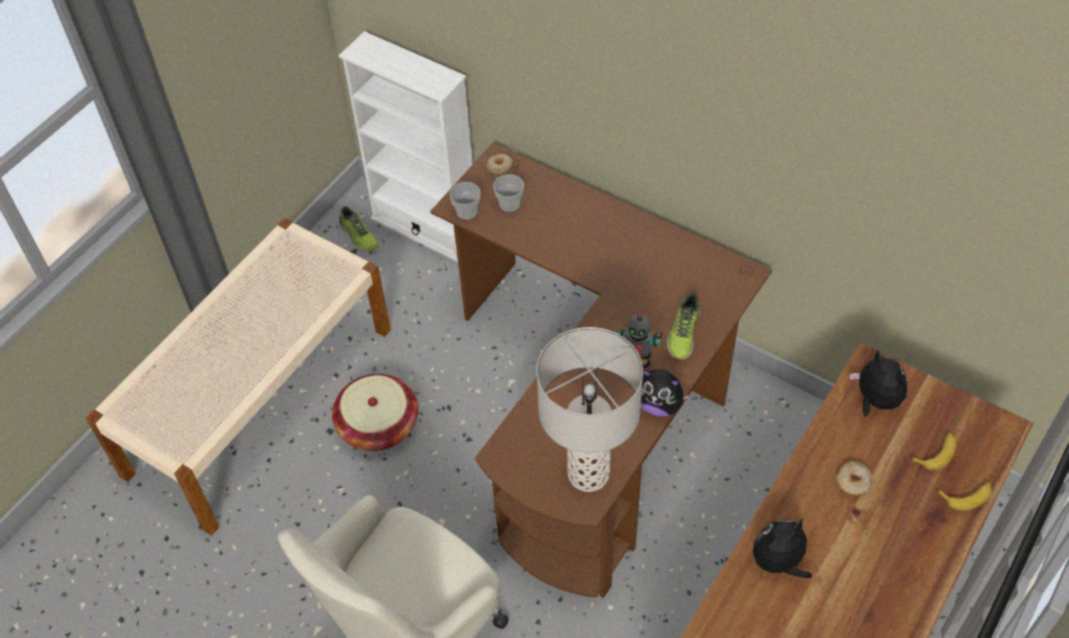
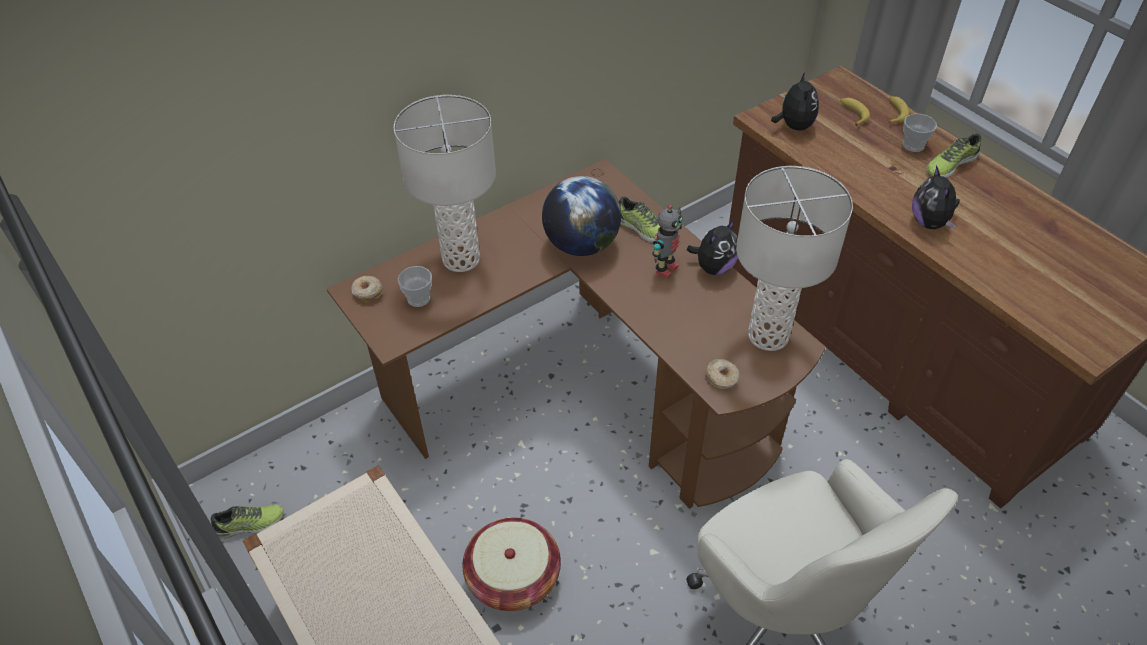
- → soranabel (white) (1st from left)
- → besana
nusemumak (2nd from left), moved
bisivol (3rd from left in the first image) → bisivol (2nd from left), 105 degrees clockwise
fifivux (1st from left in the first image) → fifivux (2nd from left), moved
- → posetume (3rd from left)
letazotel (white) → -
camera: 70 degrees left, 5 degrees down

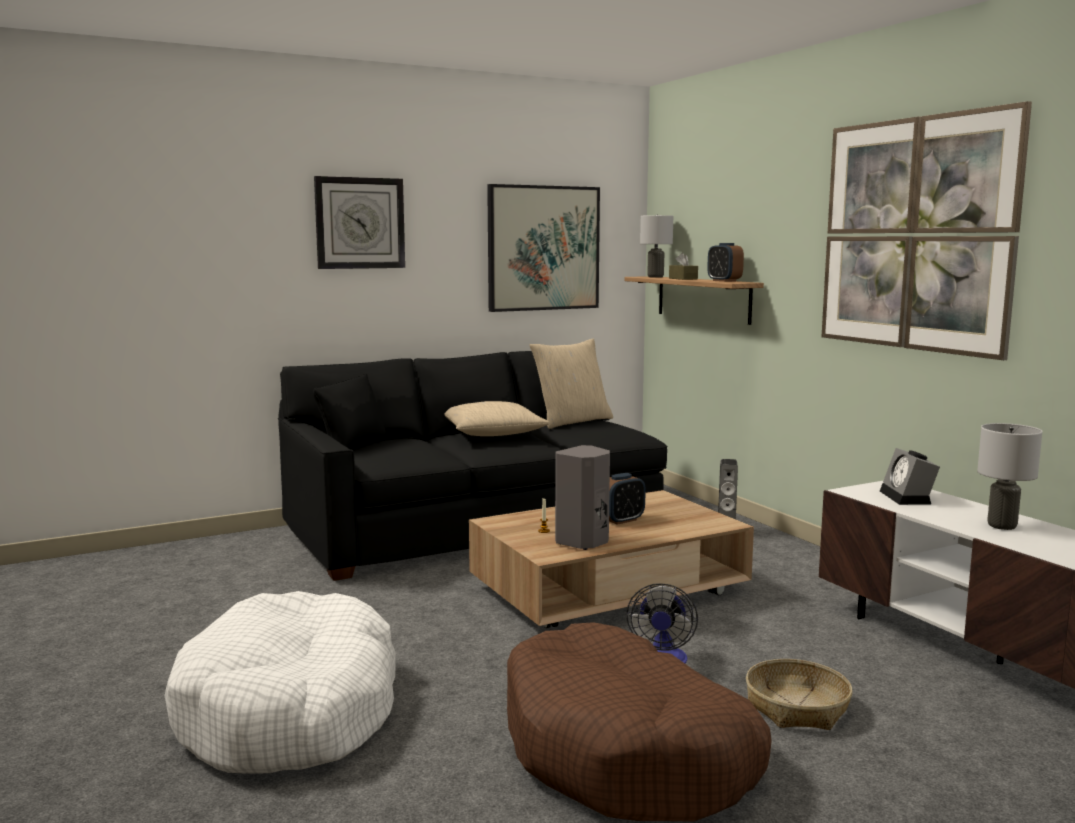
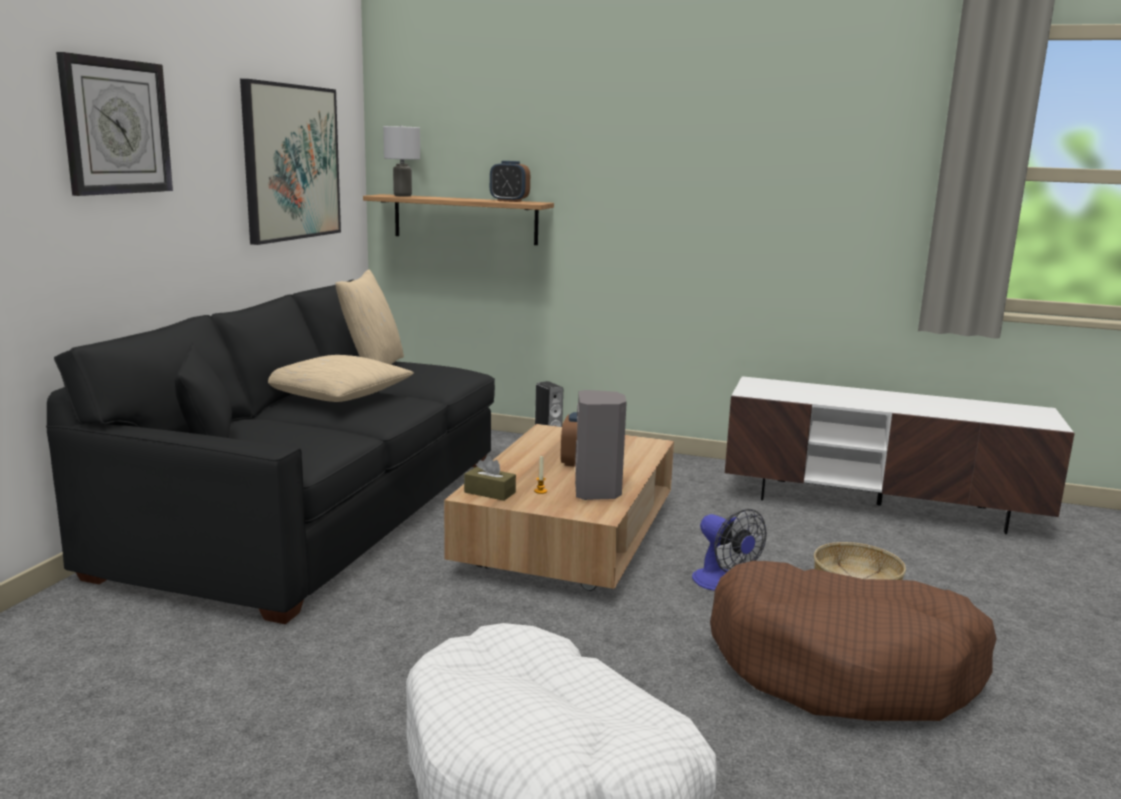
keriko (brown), moved
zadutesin (2nd from left) → -
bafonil (3rd from left) → -
soranabel (white) (2nd from left) → -
camera: 45 degrees left, 5 degrees up

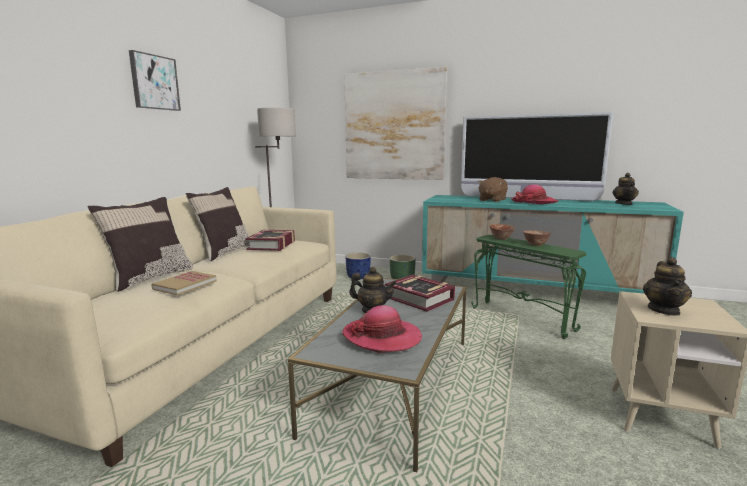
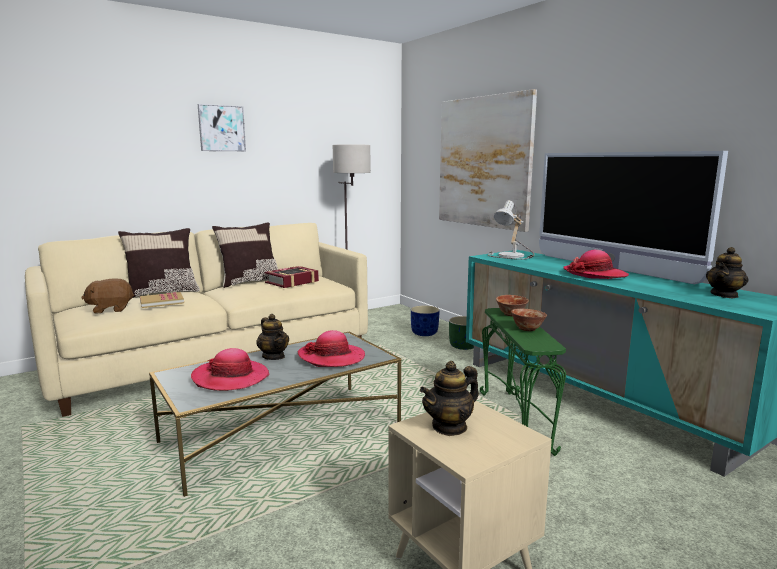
bisivol (brown), moved
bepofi (3rd from left) → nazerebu (2nd from left)
- → soranabel
camera: 35 degrees right, 0 degrees up

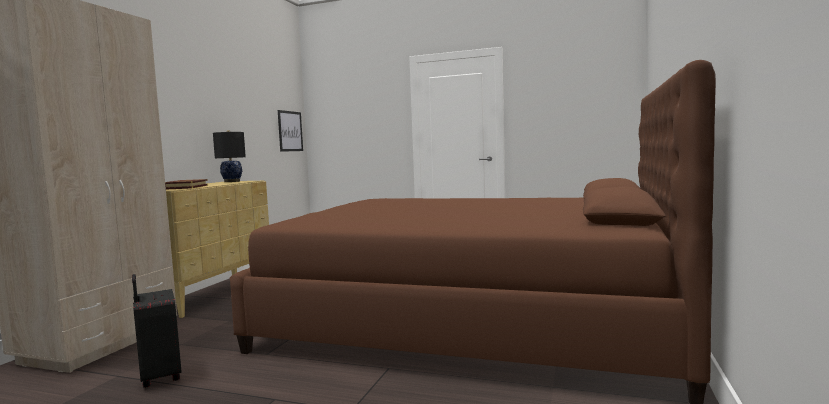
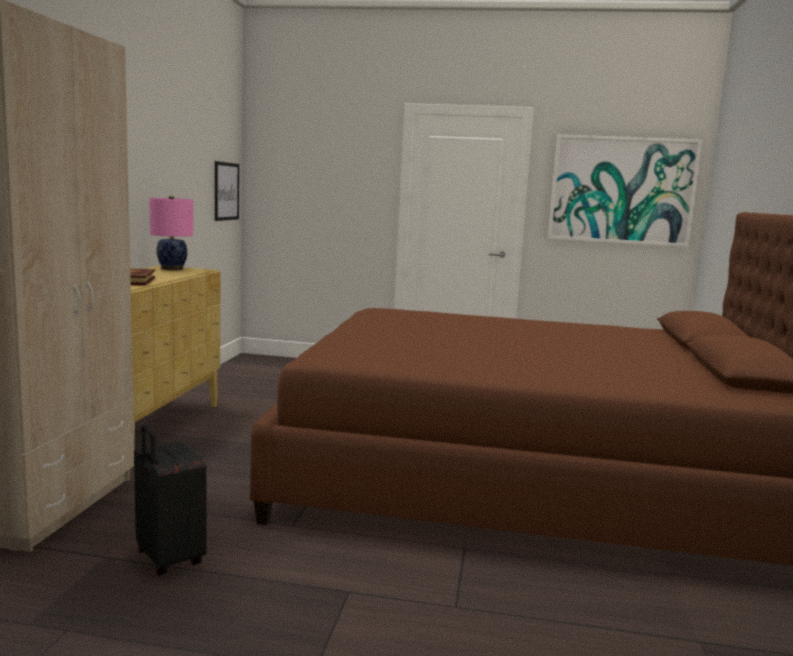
soranabel (black) → soranabel (pink)
- → zadutesin (2nd from left)
camera: 10 degrees left, 5 degrees up

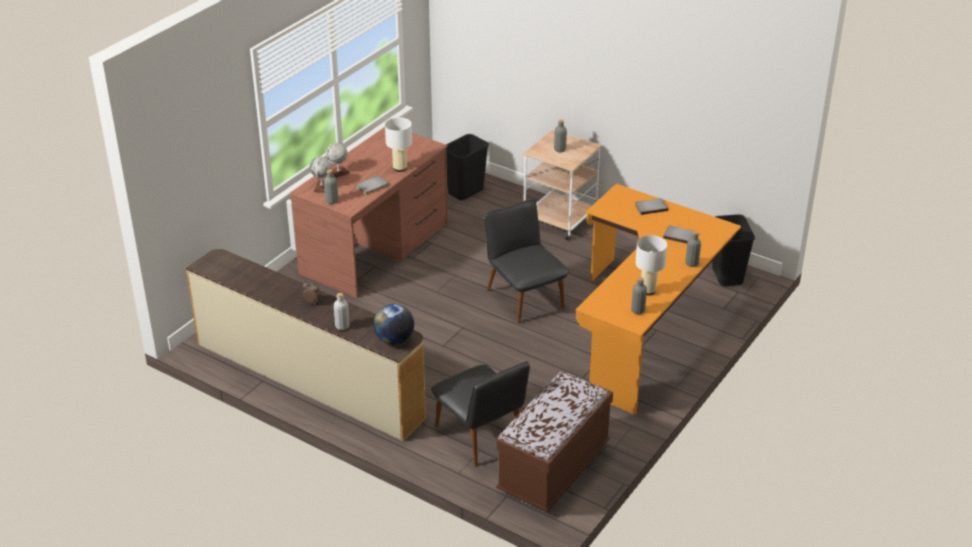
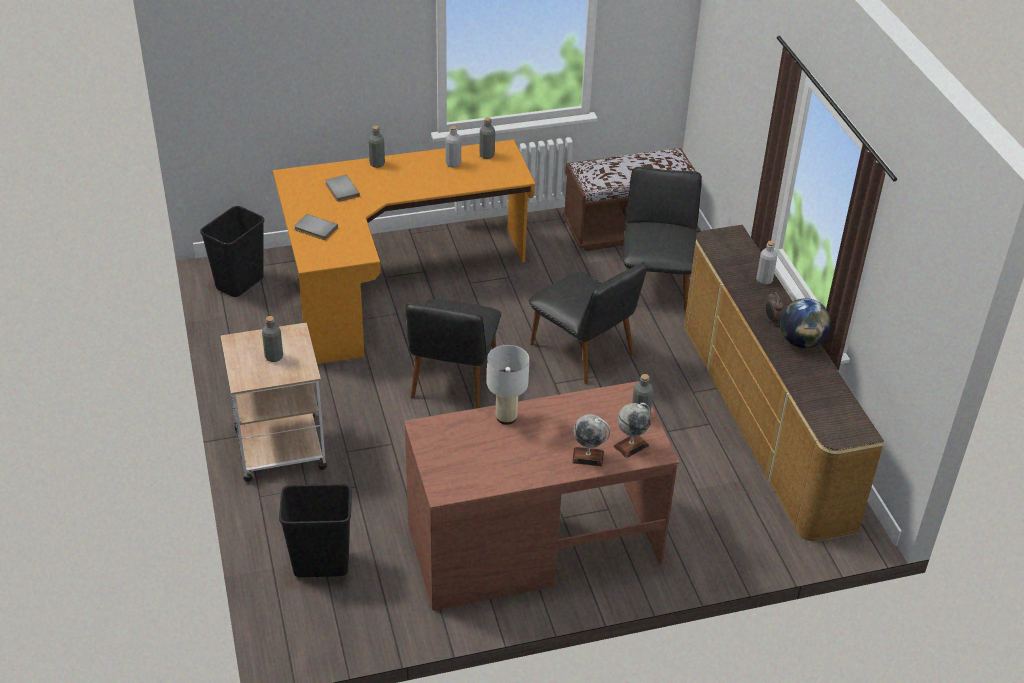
soranabel (white) (2nd from left) → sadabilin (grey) (3rd from left)
- → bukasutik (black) (2nd from left)
besana (3rd from left), moved
bepofi (grey) (1st from left) → -
camera: 140 degrees left, 5 degrees up

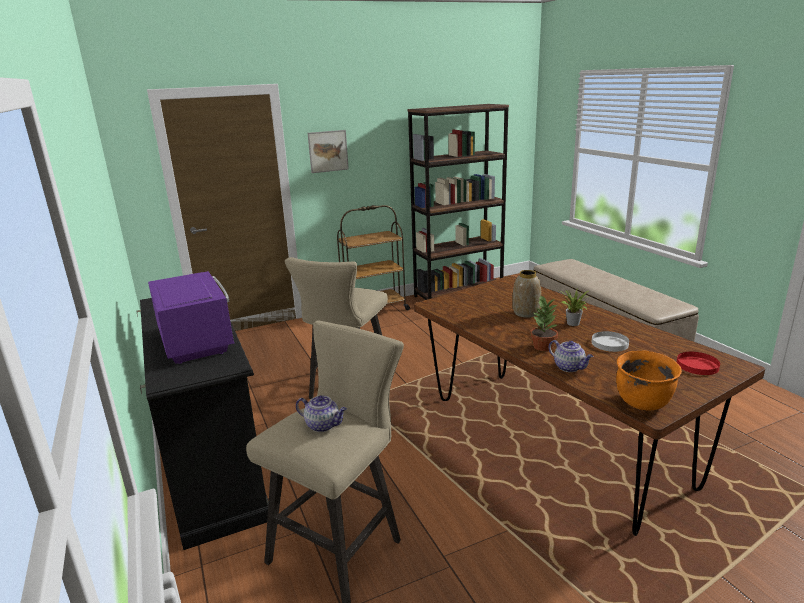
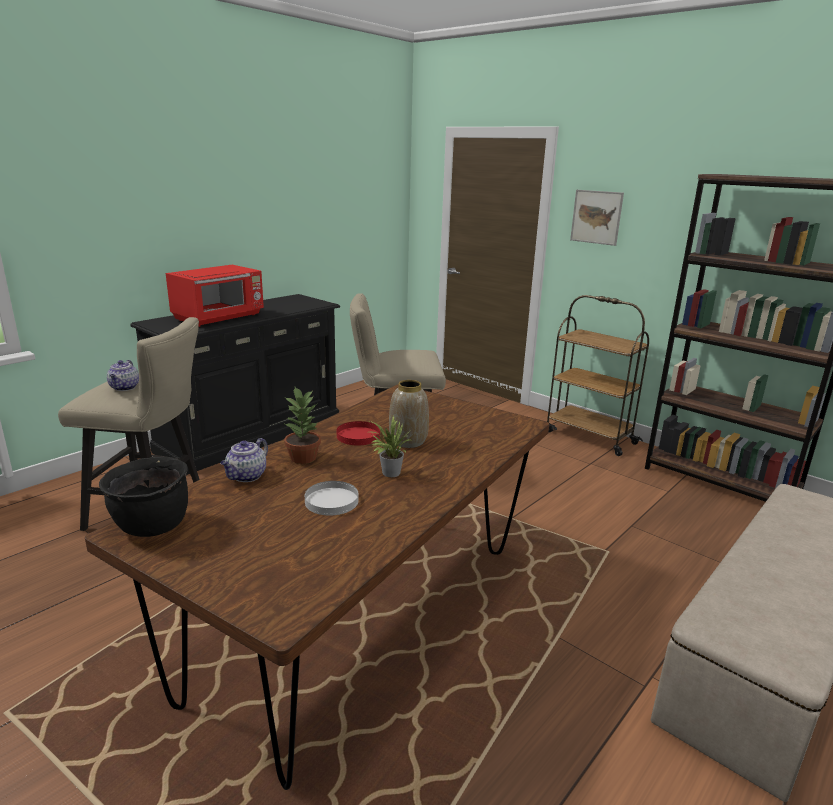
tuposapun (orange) → tuposapun (black)
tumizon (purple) → tumizon (red)
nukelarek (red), moved
camera: 65 degrees right, 0 degrees up

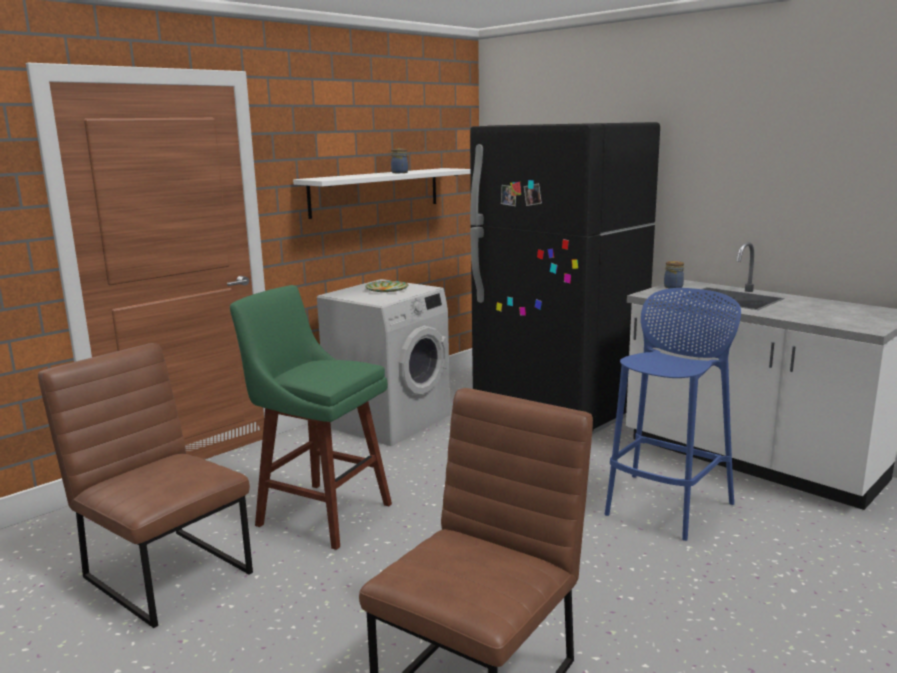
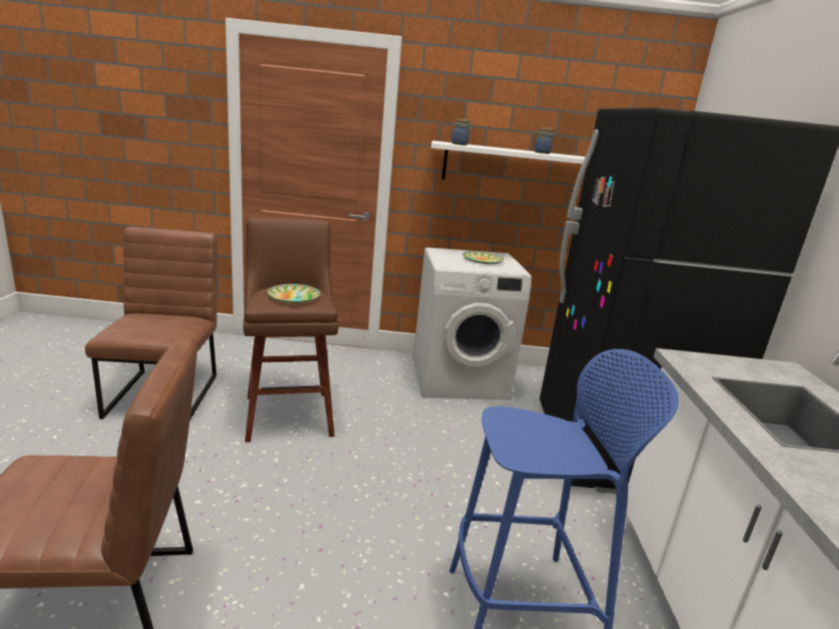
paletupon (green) → paletupon (brown)
- → nukelarek (1st from left)
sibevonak (2nd from left in the first image) → sibevonak (1st from left), moved
camera: 45 degrees right, 5 degrees up

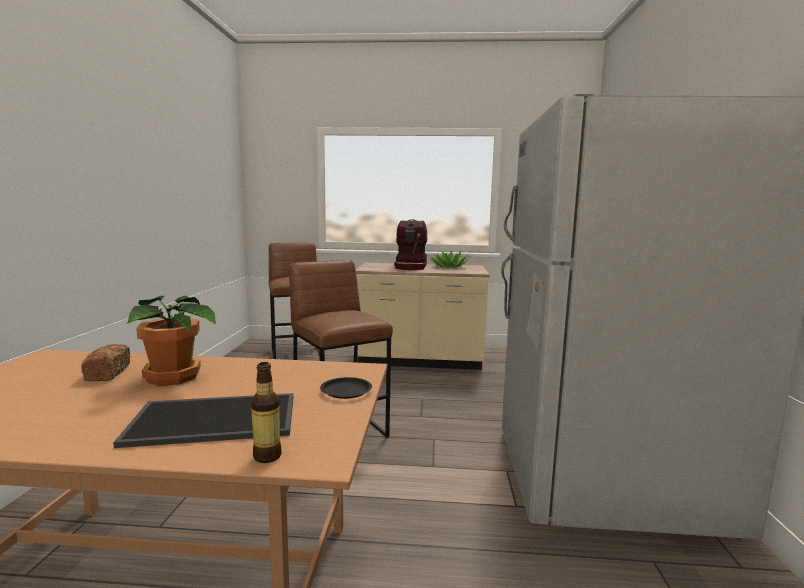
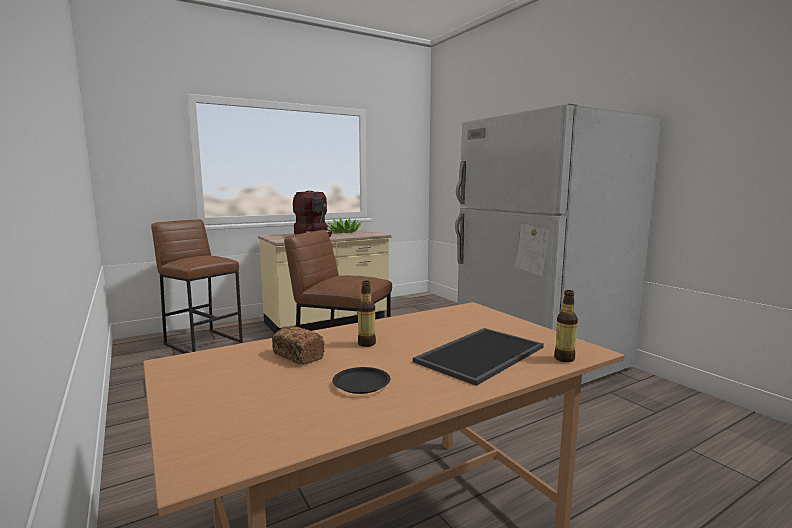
nukelarek (black), moved
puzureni (1st from left) → sadabilin (1st from left)
camera: 35 degrees left, 0 degrees up

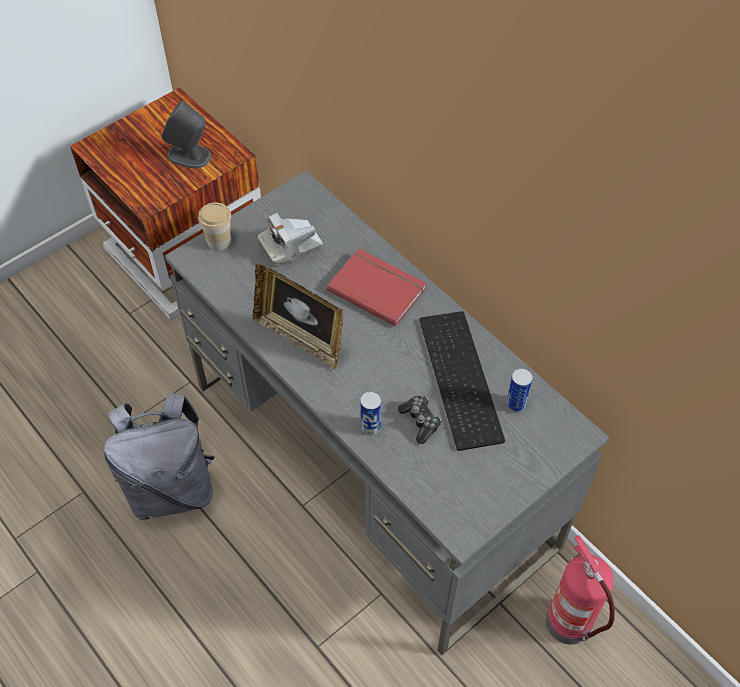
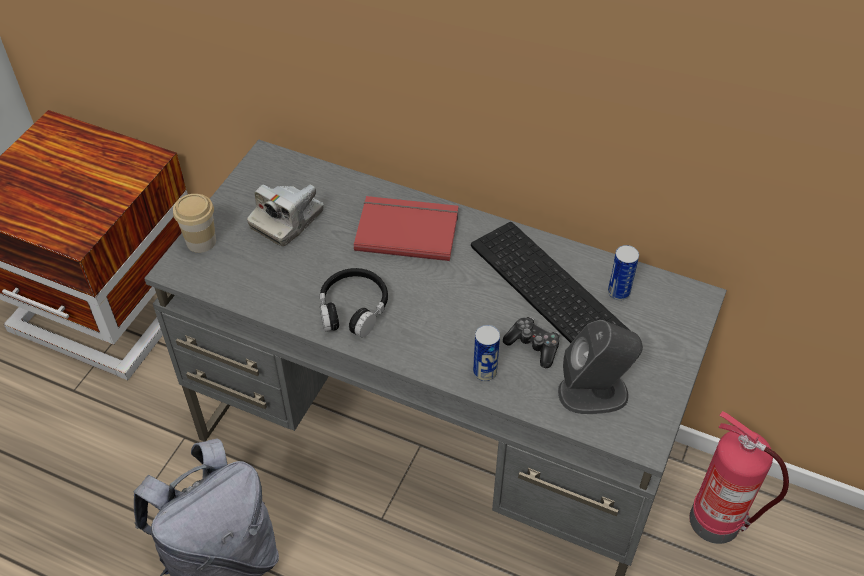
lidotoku → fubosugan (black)
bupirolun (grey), moved
camera: 25 degrees left, 5 degrees down

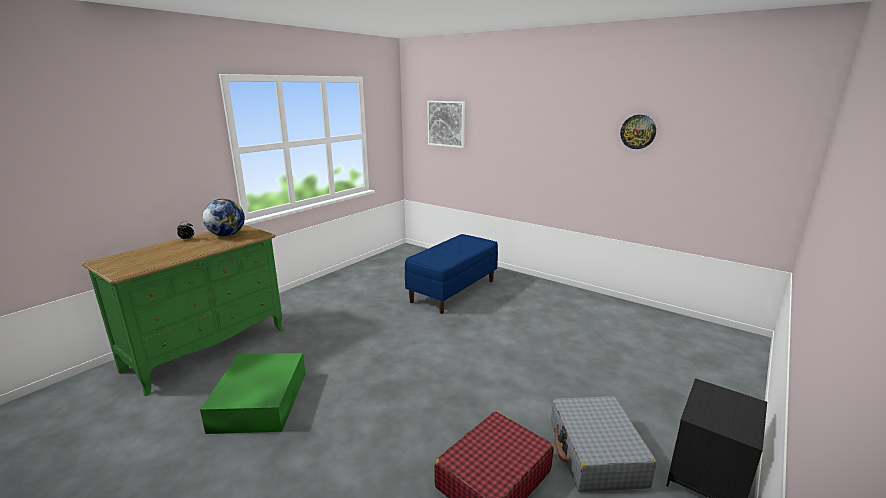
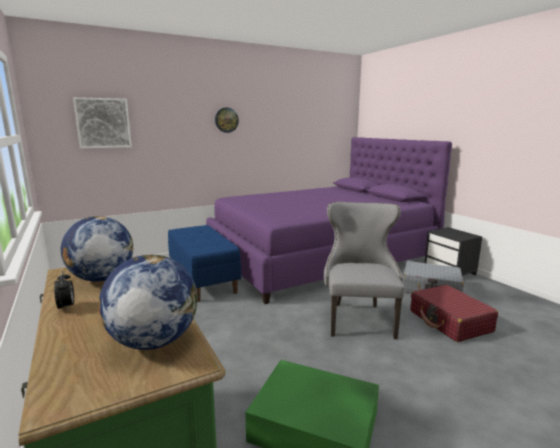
- → besana (2nd from left)
- → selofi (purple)
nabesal, moved
- → bukasutik (grey)
camera: 65 degrees left, 5 degrees down

